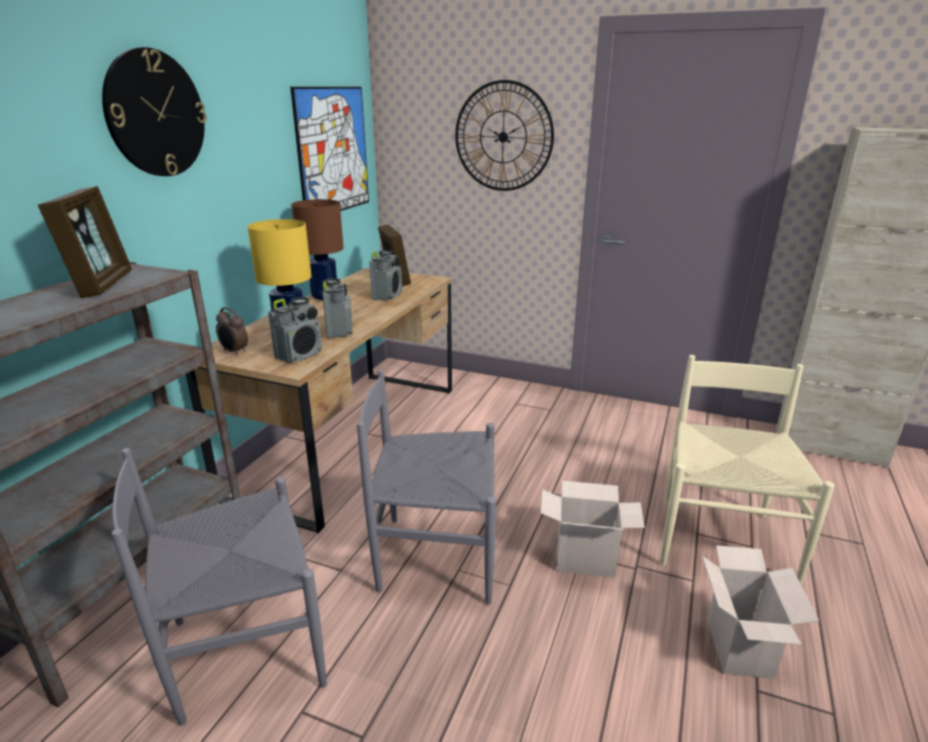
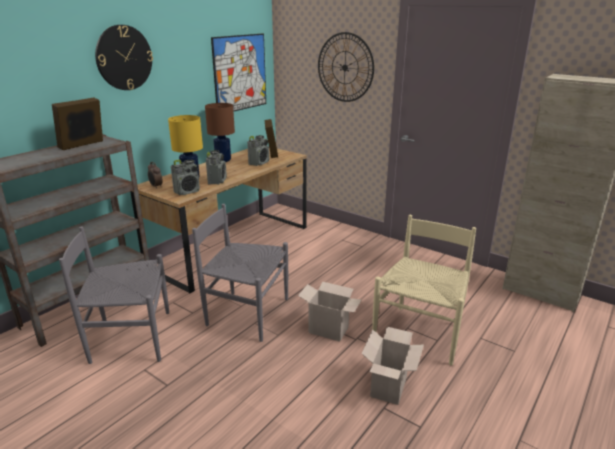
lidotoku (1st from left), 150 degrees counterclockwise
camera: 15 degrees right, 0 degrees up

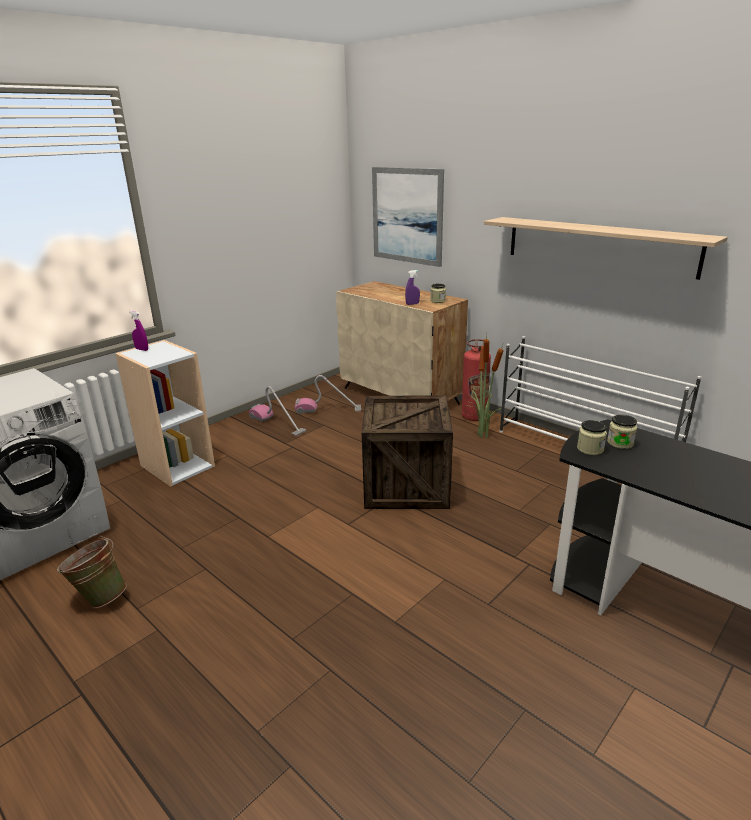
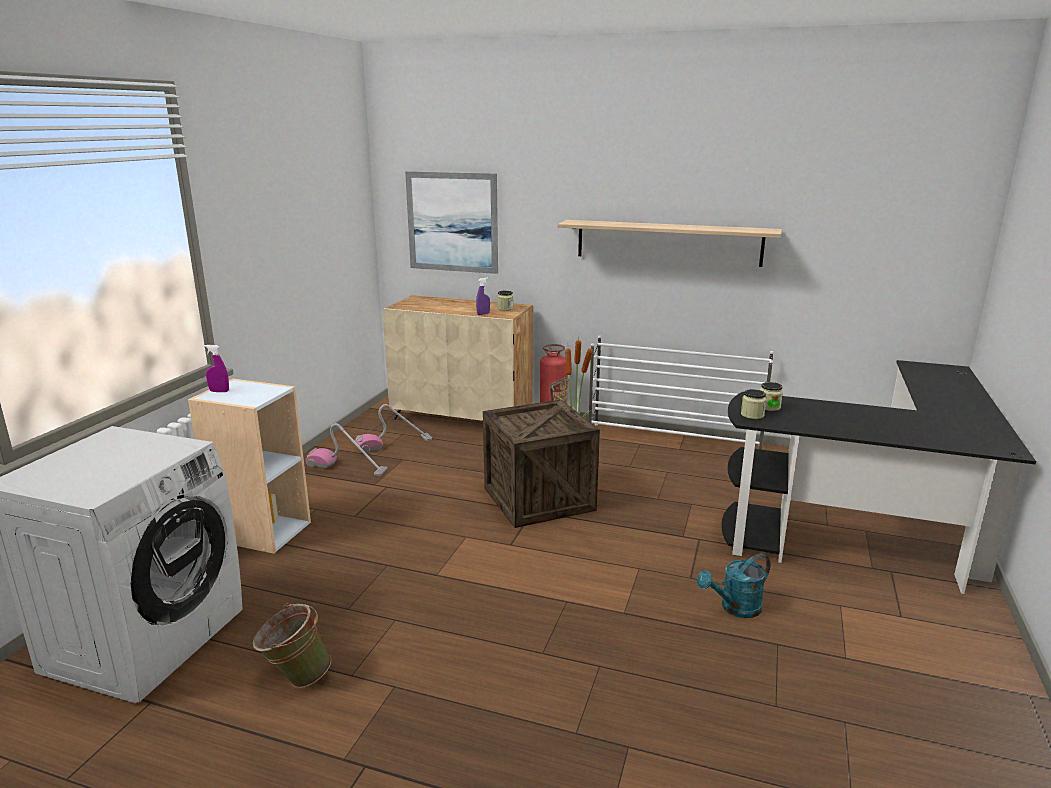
- → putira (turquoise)
camera: 25 degrees left, 5 degrees down

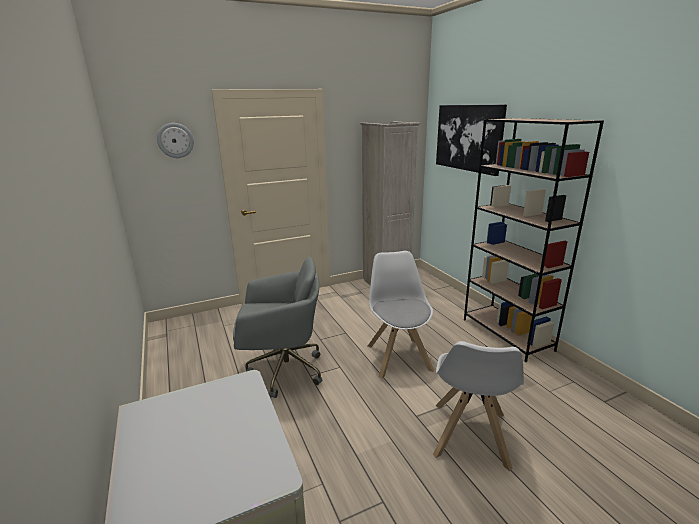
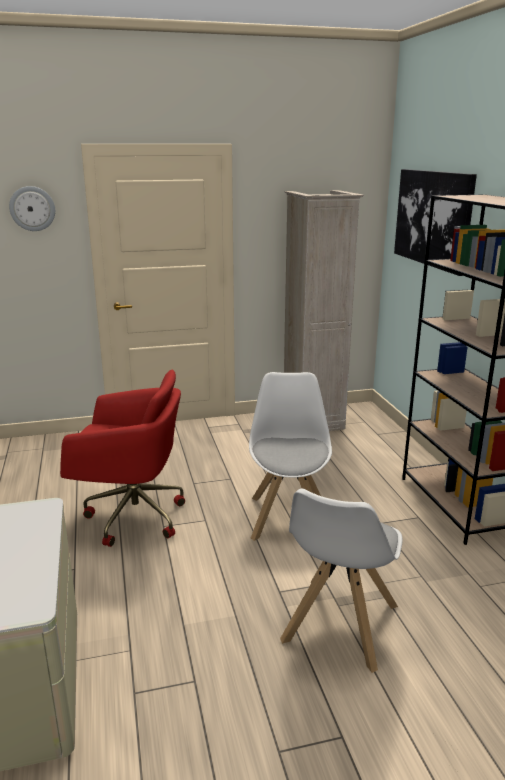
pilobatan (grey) → pilobatan (red)
camera: 10 degrees right, 0 degrees up

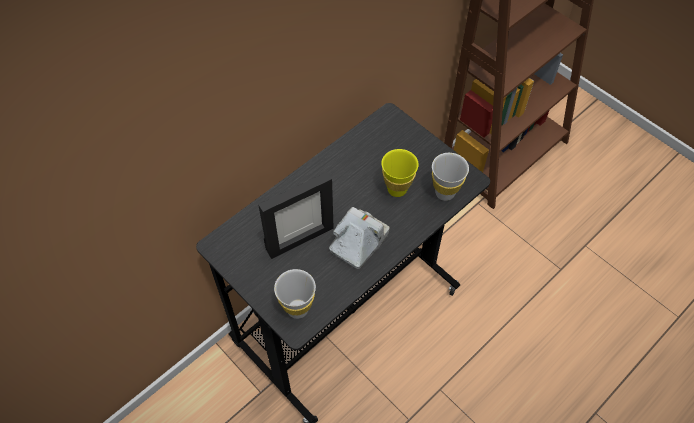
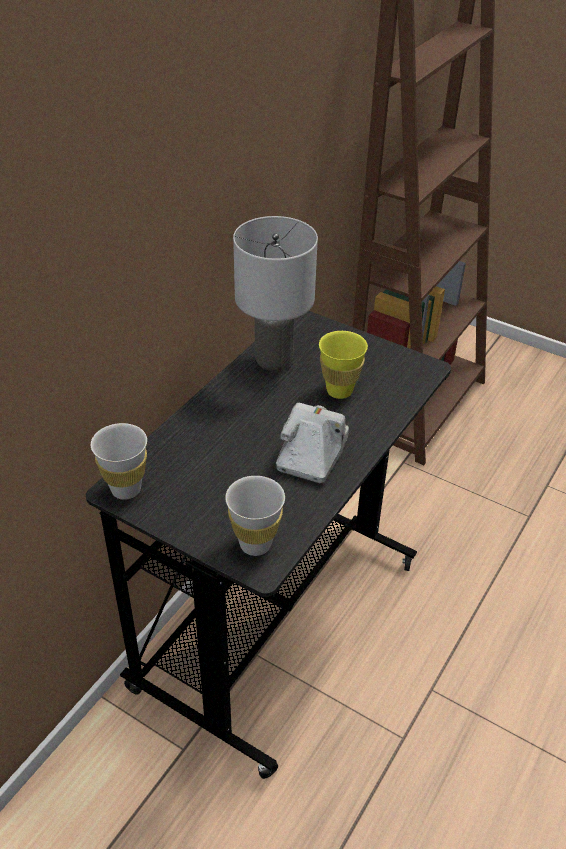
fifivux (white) (2nd from left in the first image) → fifivux (white) (1st from left), moved
- → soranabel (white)
lidotoku → -
camera: 15 degrees left, 15 degrees down

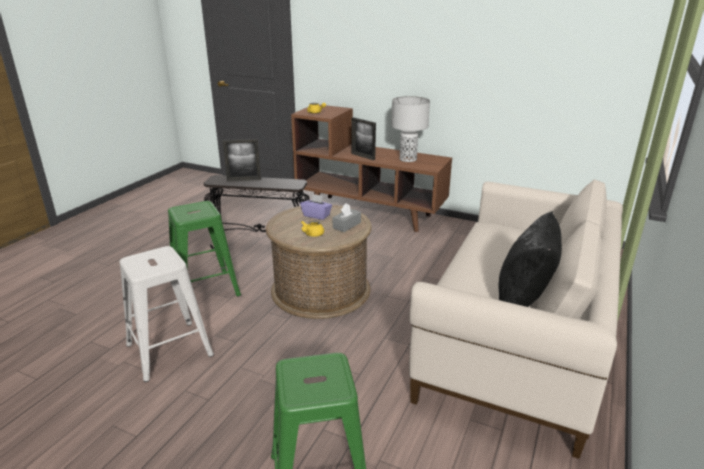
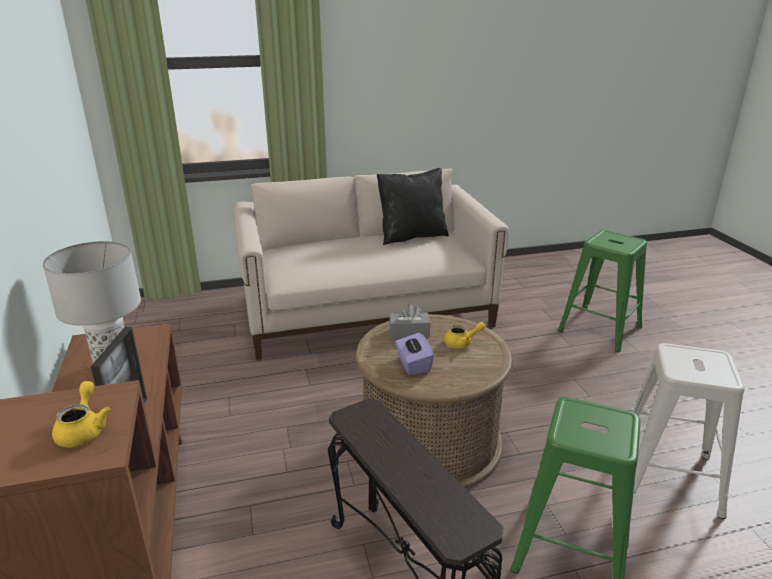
lidotoku (1st from left) → -
camera: 130 degrees left, 0 degrees up

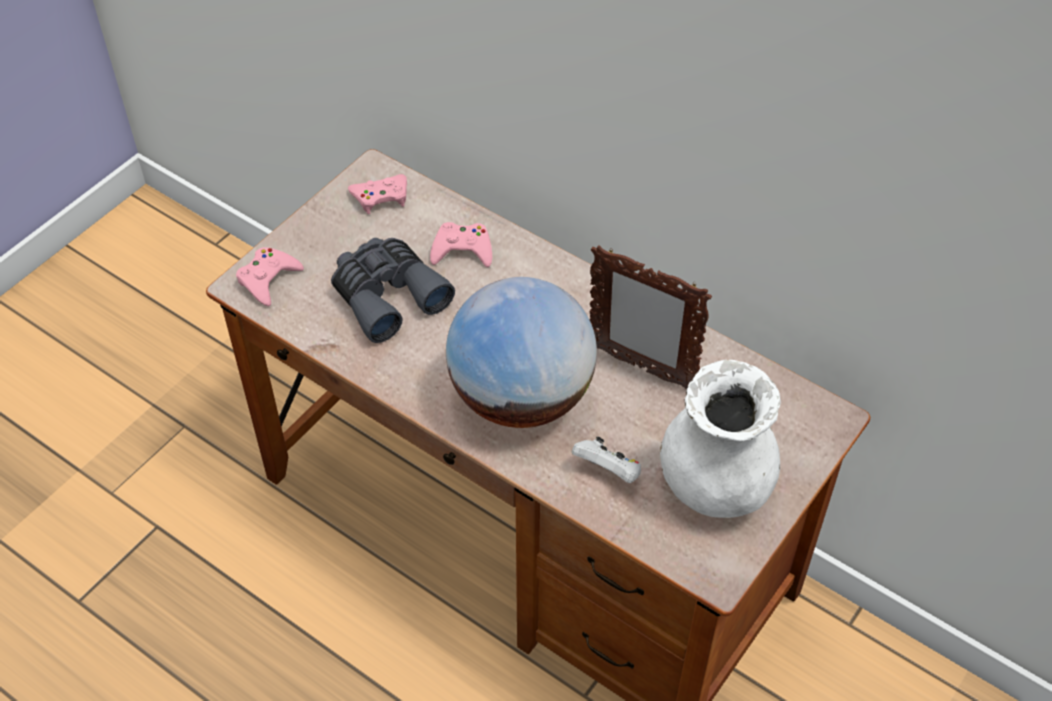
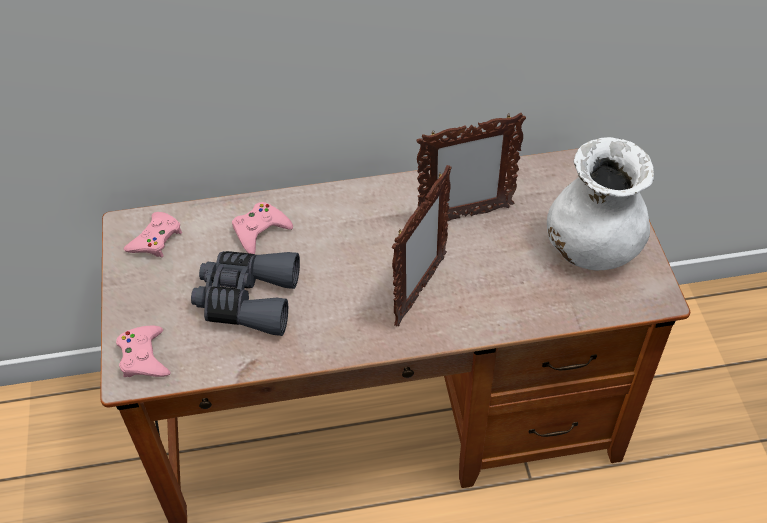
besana → lidotoku (1st from left)
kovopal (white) → -
camera: 45 degrees left, 0 degrees up

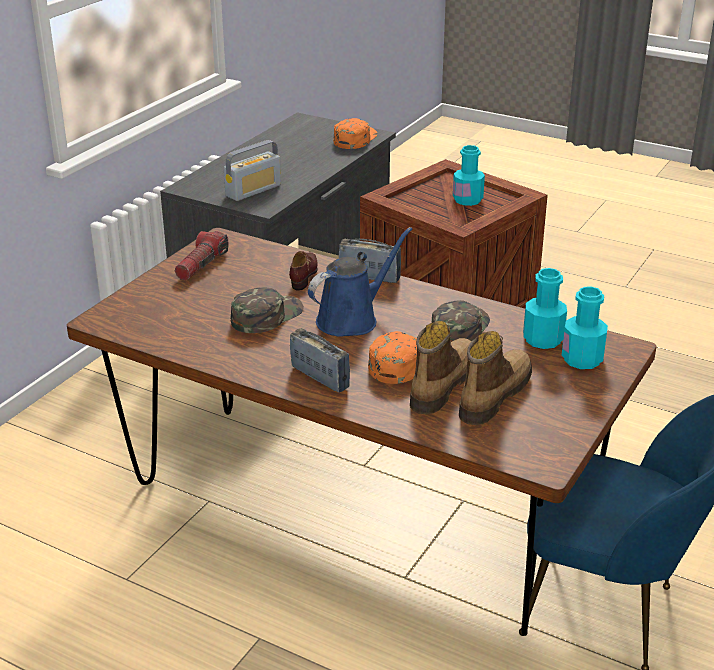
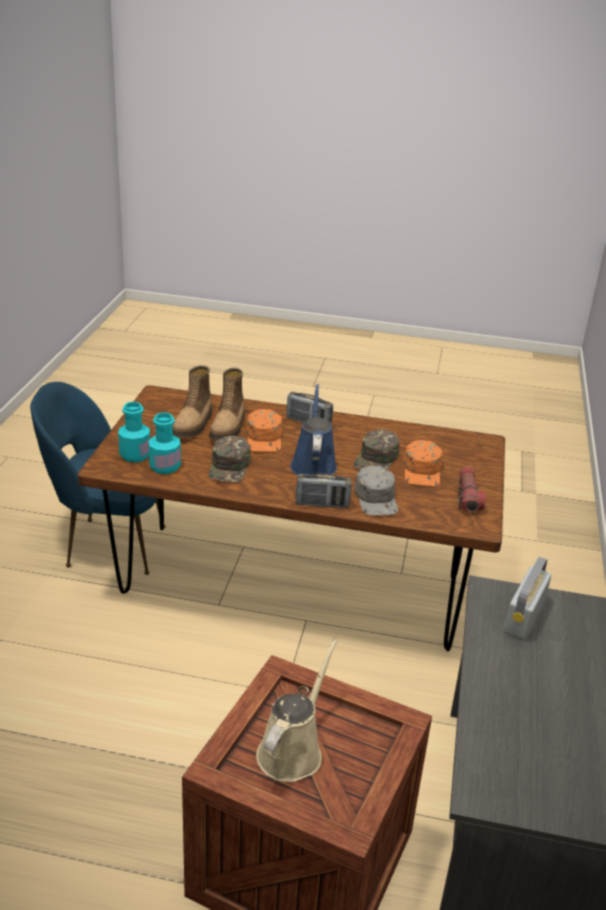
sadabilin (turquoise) (1st from left) → putira (beige)
putira (blue), 150 degrees clockwise
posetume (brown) → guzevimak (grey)
guzevimak (orange) (1st from left in the first image) → guzevimak (orange) (2nd from left), moved
camera: 160 degrees right, 0 degrees up

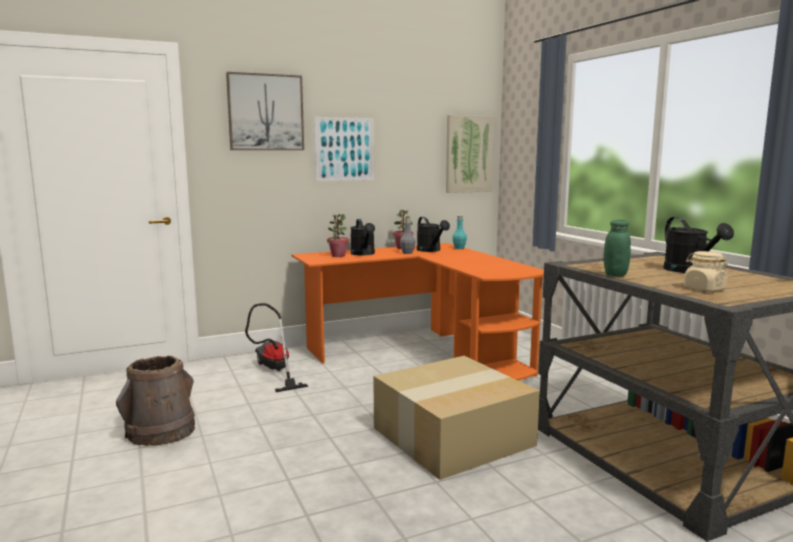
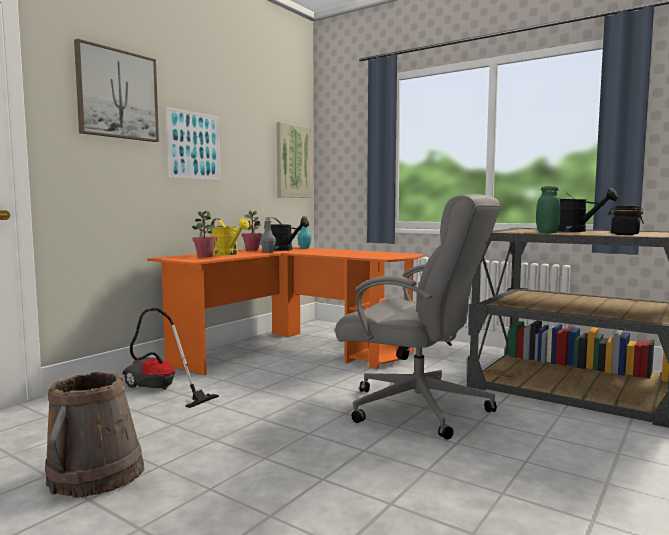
putira (black) (1st from left) → putira (yellow)
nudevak → pilobatan (grey)
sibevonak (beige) → sibevonak (black)
camera: 30 degrees left, 5 degrees down

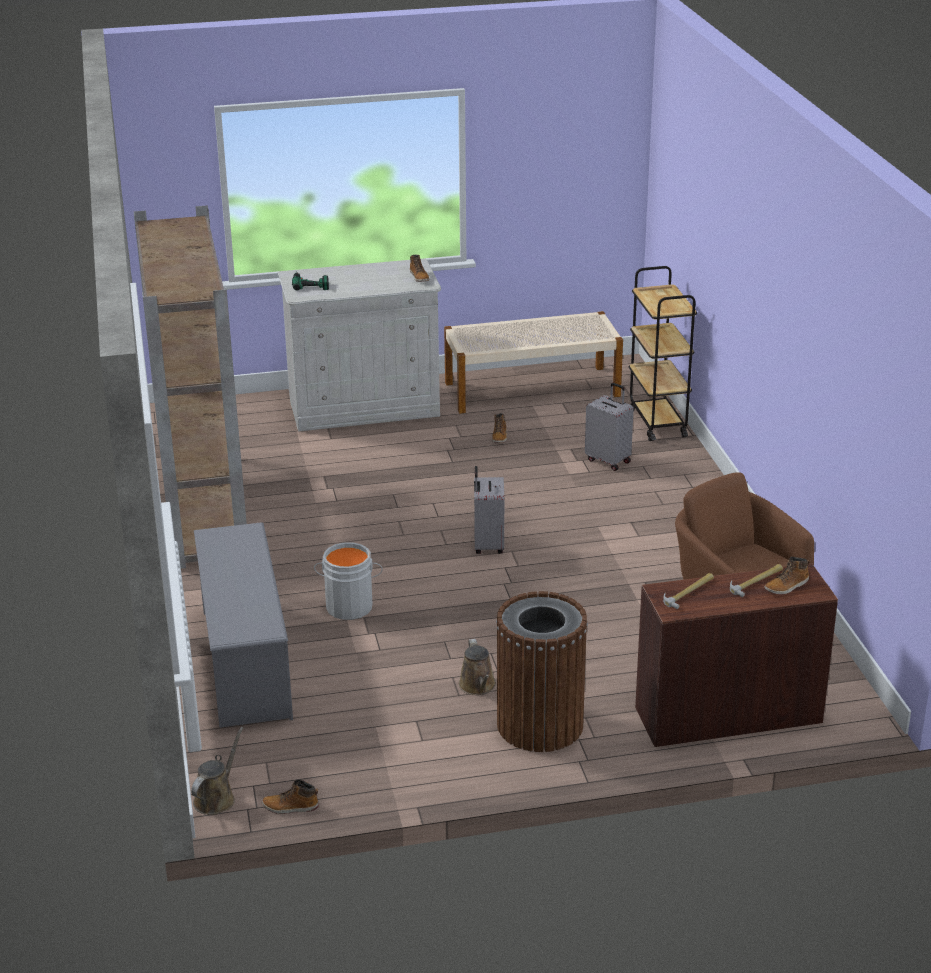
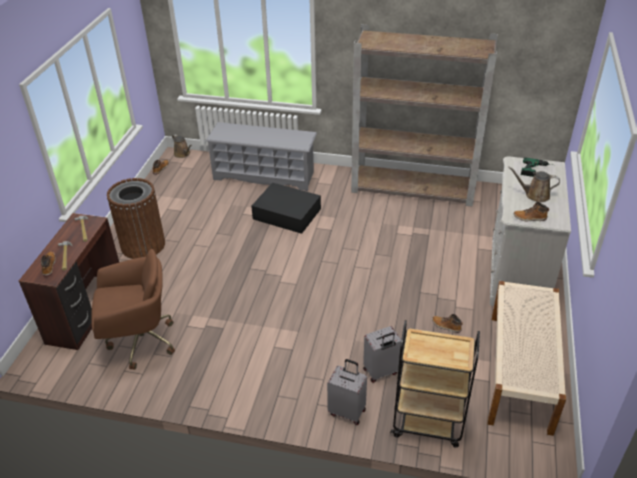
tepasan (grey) → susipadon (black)
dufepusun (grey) (1st from left), moved
putira (brown) (2nd from left), moved
camera: 115 degrees right, 10 degrees up

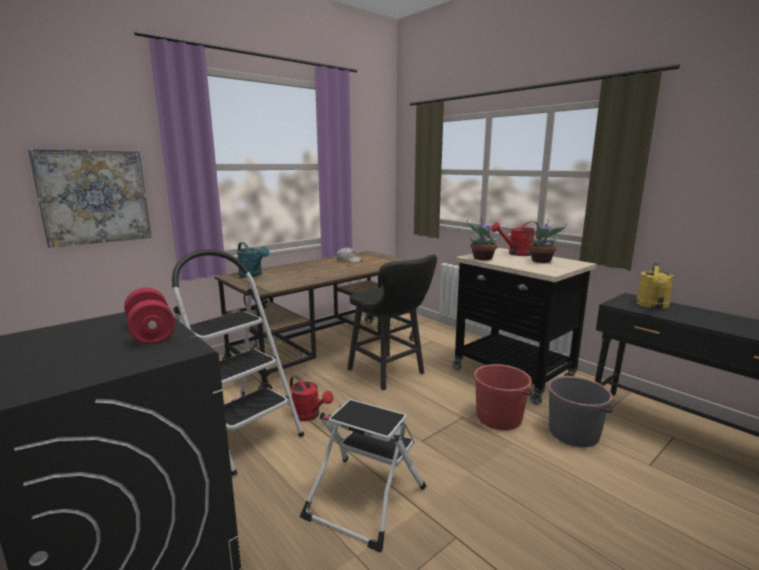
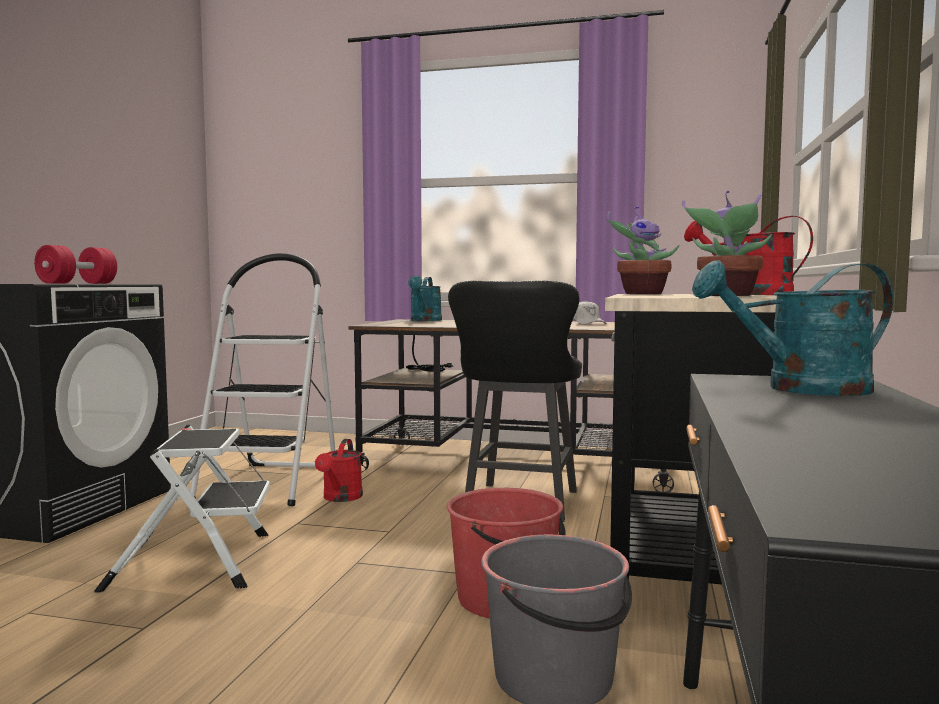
putira (yellow) → putira (turquoise) (2nd from left)
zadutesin → -
camera: 55 degrees right, 10 degrees down

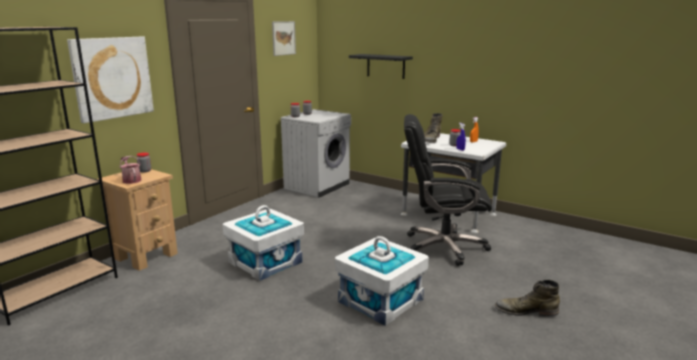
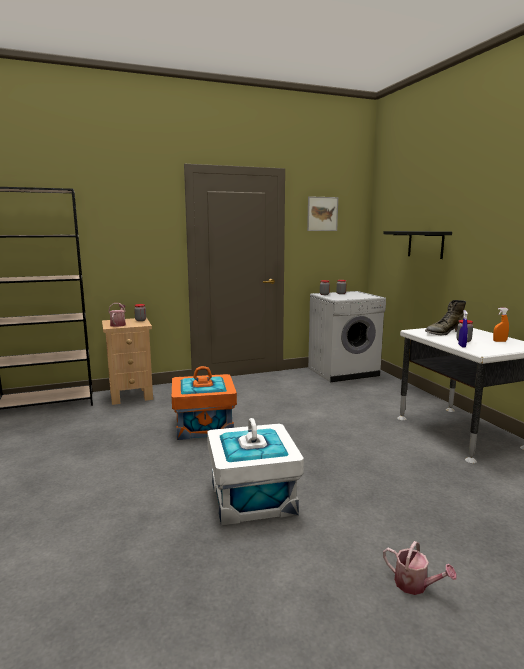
susipadon (white) (1st from left) → susipadon (orange)
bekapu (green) (2nd from left) → putira (2nd from left)
zadutesin (1st from left) → -
pilobatan (black) → -
camera: 35 degrees right, 5 degrees down

